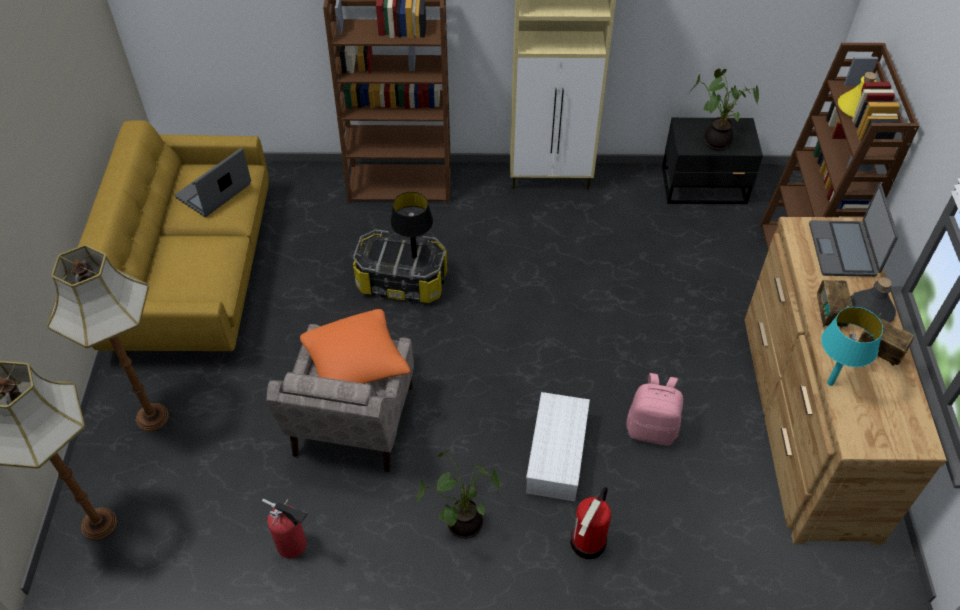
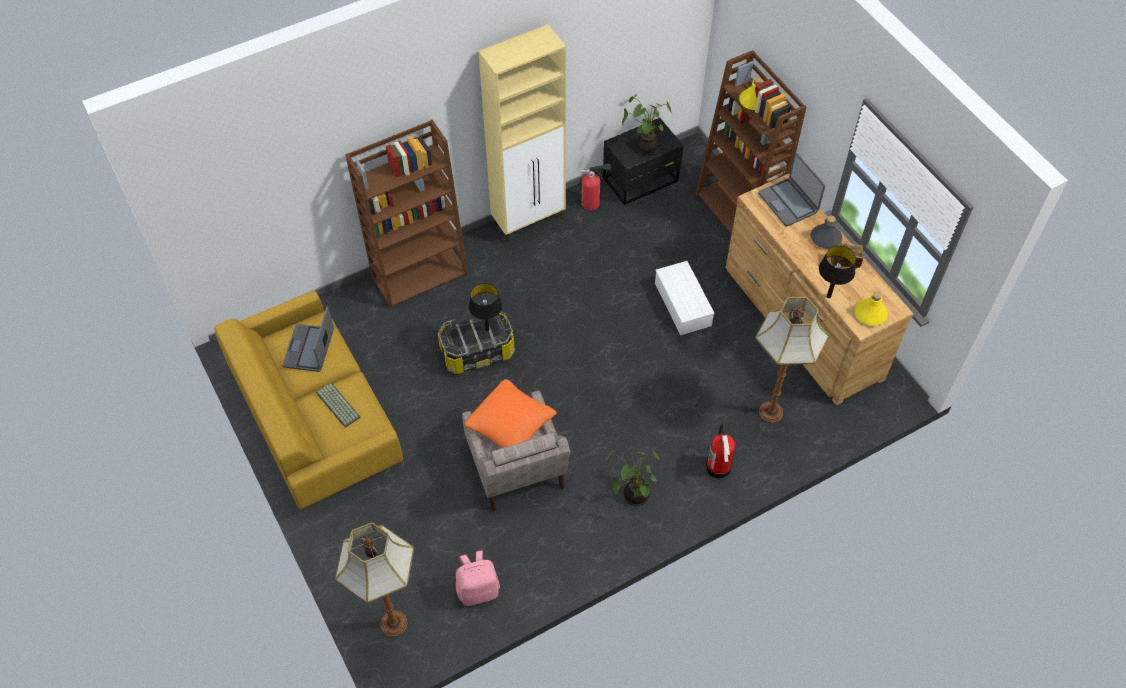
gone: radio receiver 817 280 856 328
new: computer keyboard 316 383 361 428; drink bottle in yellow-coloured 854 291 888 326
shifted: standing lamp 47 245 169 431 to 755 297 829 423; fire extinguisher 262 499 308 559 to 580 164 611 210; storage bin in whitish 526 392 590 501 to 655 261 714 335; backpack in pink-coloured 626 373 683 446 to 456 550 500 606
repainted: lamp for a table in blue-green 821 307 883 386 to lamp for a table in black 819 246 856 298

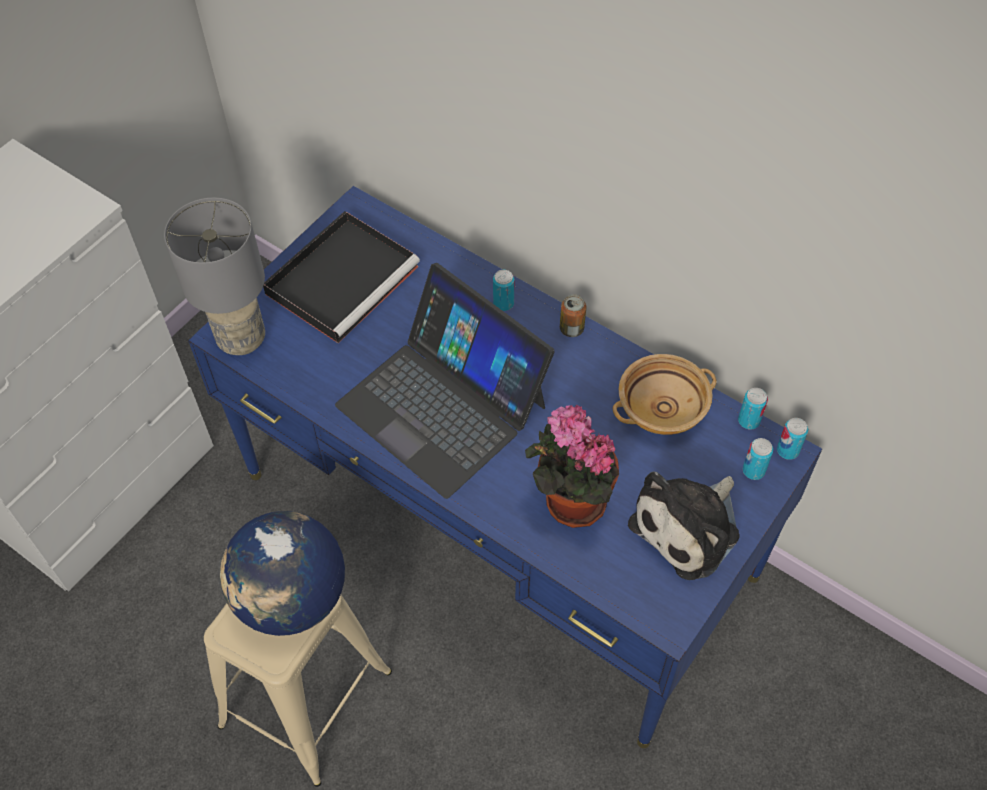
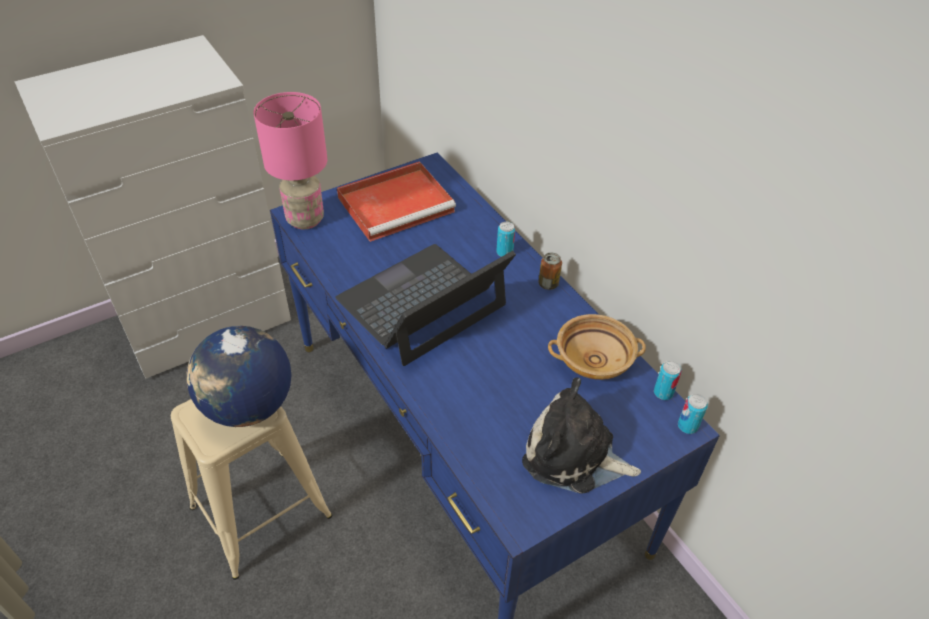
gone: plant in a pot 525 405 619 528; can 743 438 773 480
repainted: lamp for a table in grey 164 197 265 355 to lamp for a table in pink-coloured 253 92 327 229; serving tray in black 263 211 420 343 to serving tray in red 337 161 456 242
rotated: portable computer 335 263 555 499 = 335 244 516 366 75 degrees clockwise; cuddly toy 628 472 740 580 = 522 377 641 494 45 degrees clockwise

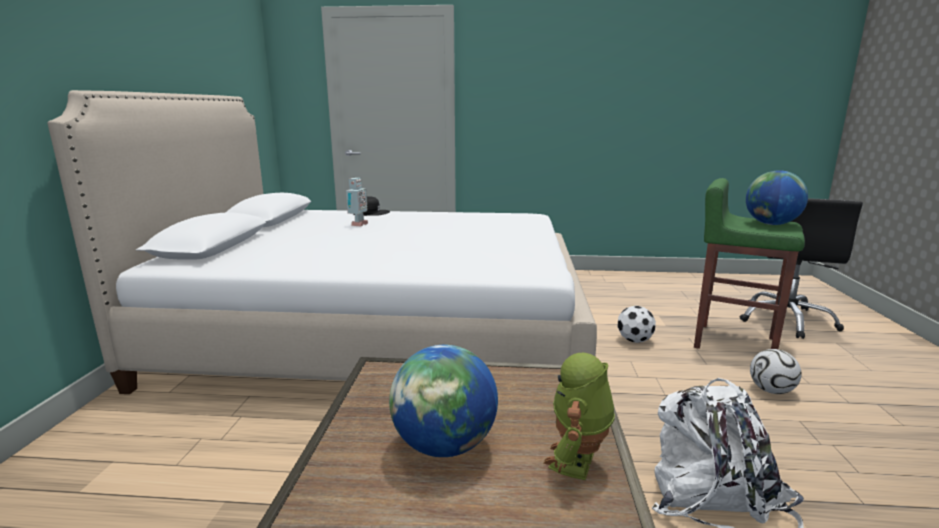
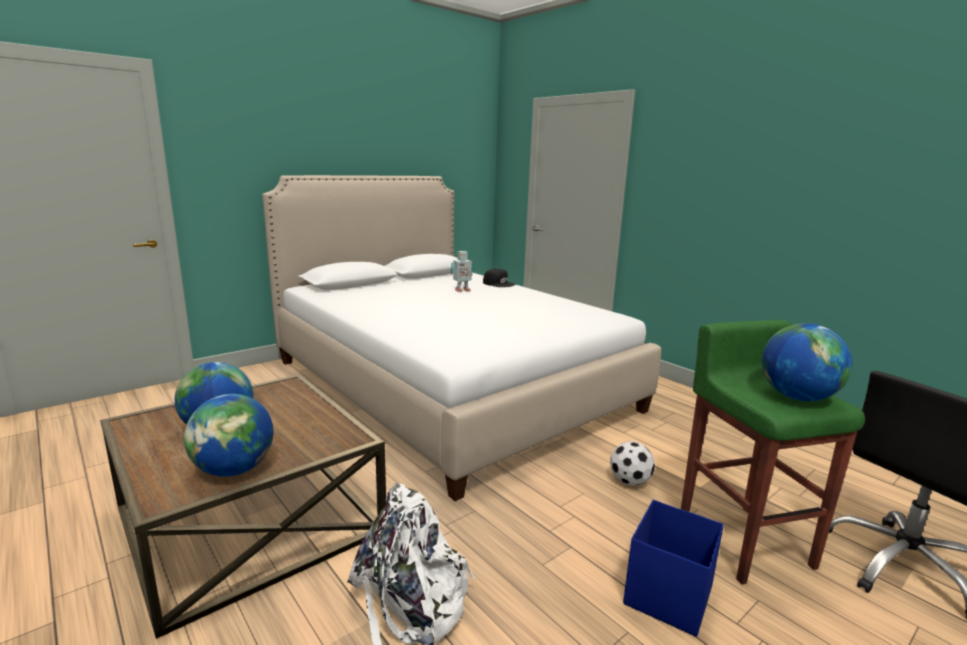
swapped: toy robot 543 353 615 480 to globe 184 394 273 477; football 750 349 802 394 to storage bin in blue 623 500 724 637

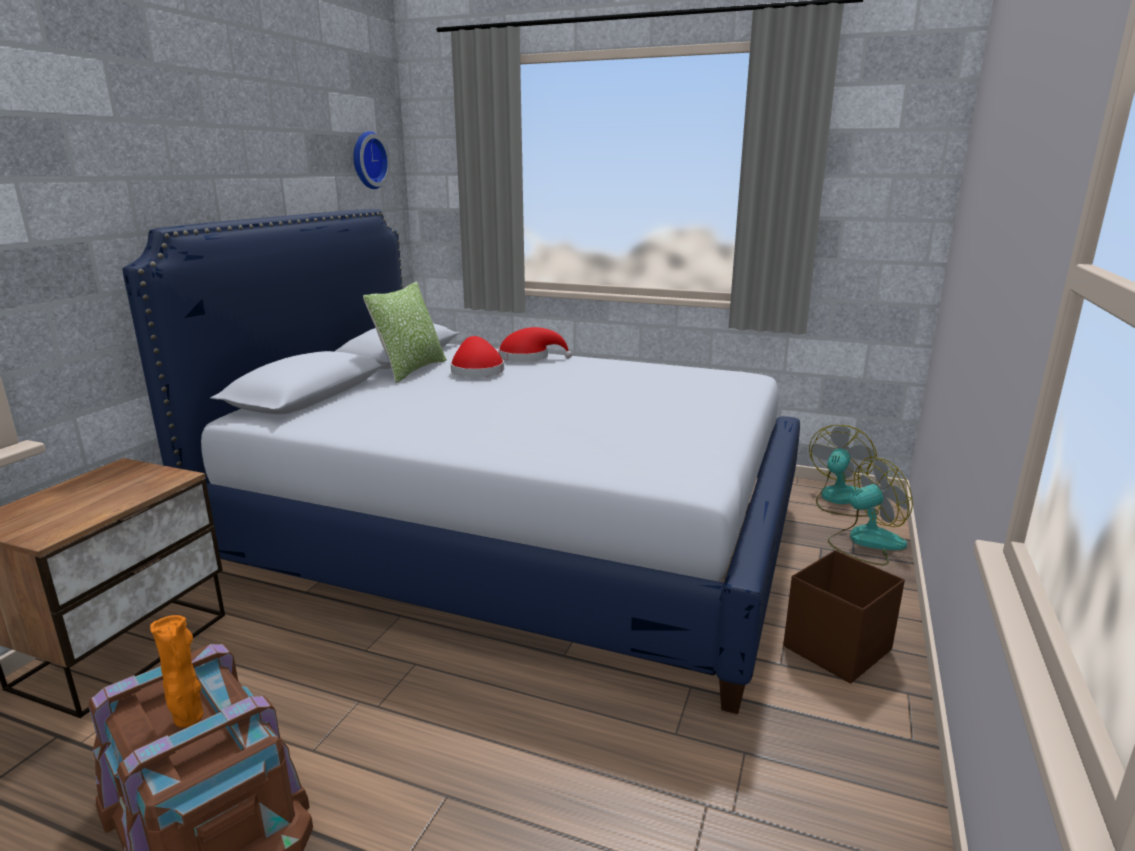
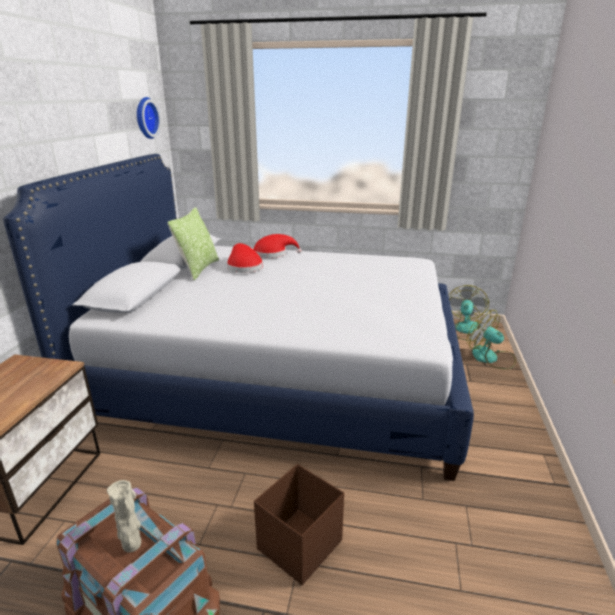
shifted: storage bin in brown-coloured 784 550 905 683 to 254 464 344 585
repainted: flower vase in orangey 150 615 203 728 to flower vase in beige 107 480 141 553
rotated: fan 828 457 913 565 = 467 310 516 370 105 degrees counterclockwise

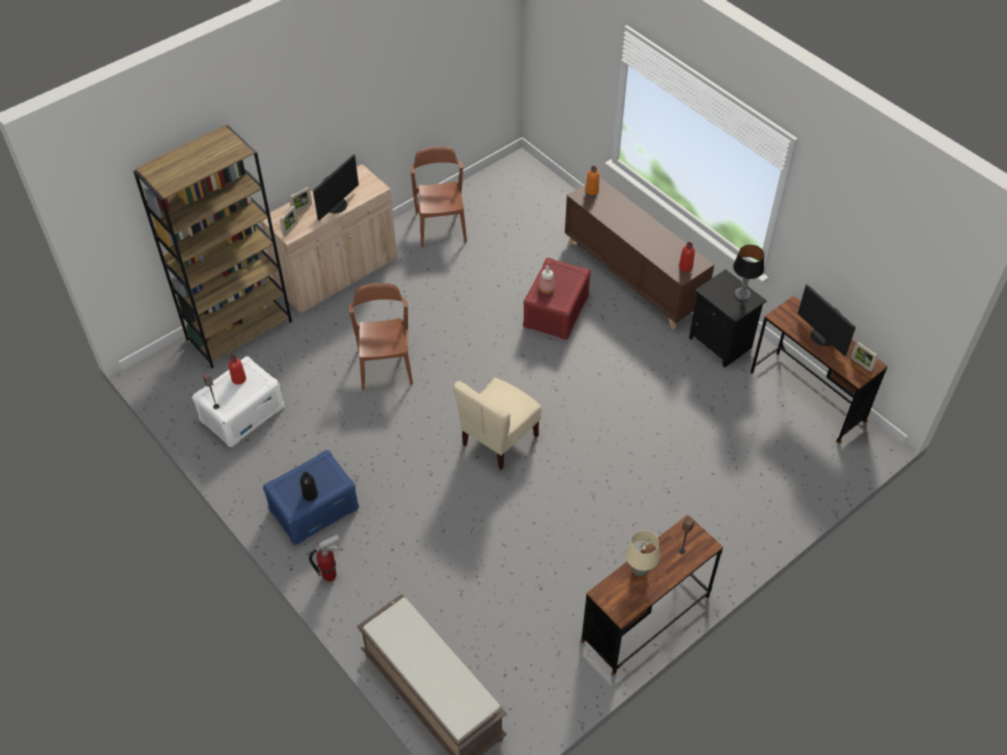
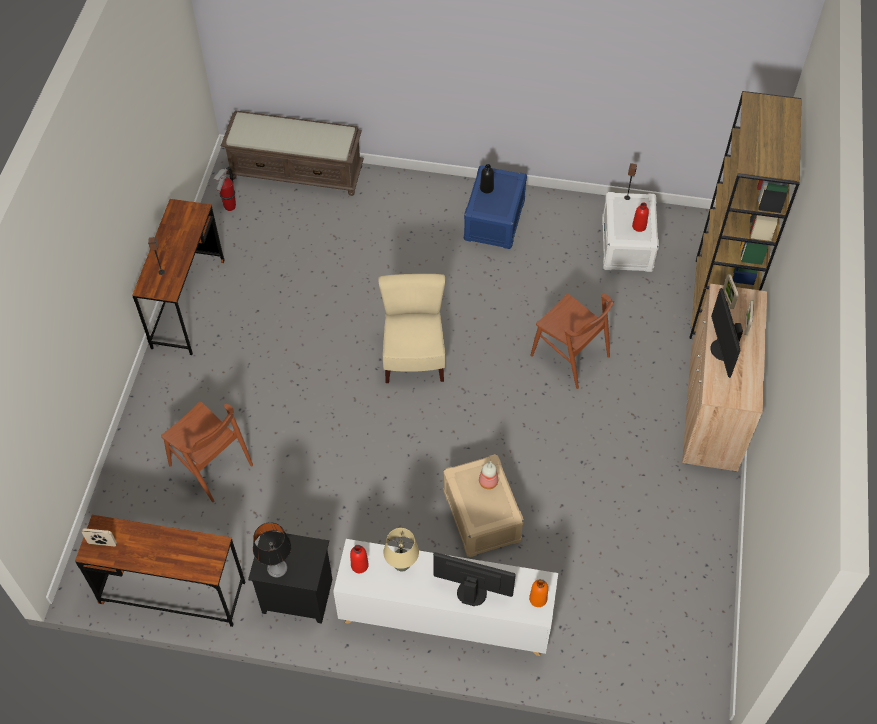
shifted: fire extinguisher 309 534 341 582 to 213 167 236 211; plain chair in brown-coloured 410 147 467 248 to 161 402 253 502; lamp for a table in beige 625 530 660 577 to 384 528 419 572; computer display 798 284 856 356 to 433 552 516 606
repainted: storage bin in red 523 257 591 340 to storage bin in beige 443 454 524 557; cabinet in brown-coloured 565 177 714 330 to cabinet in whitish 333 539 558 656

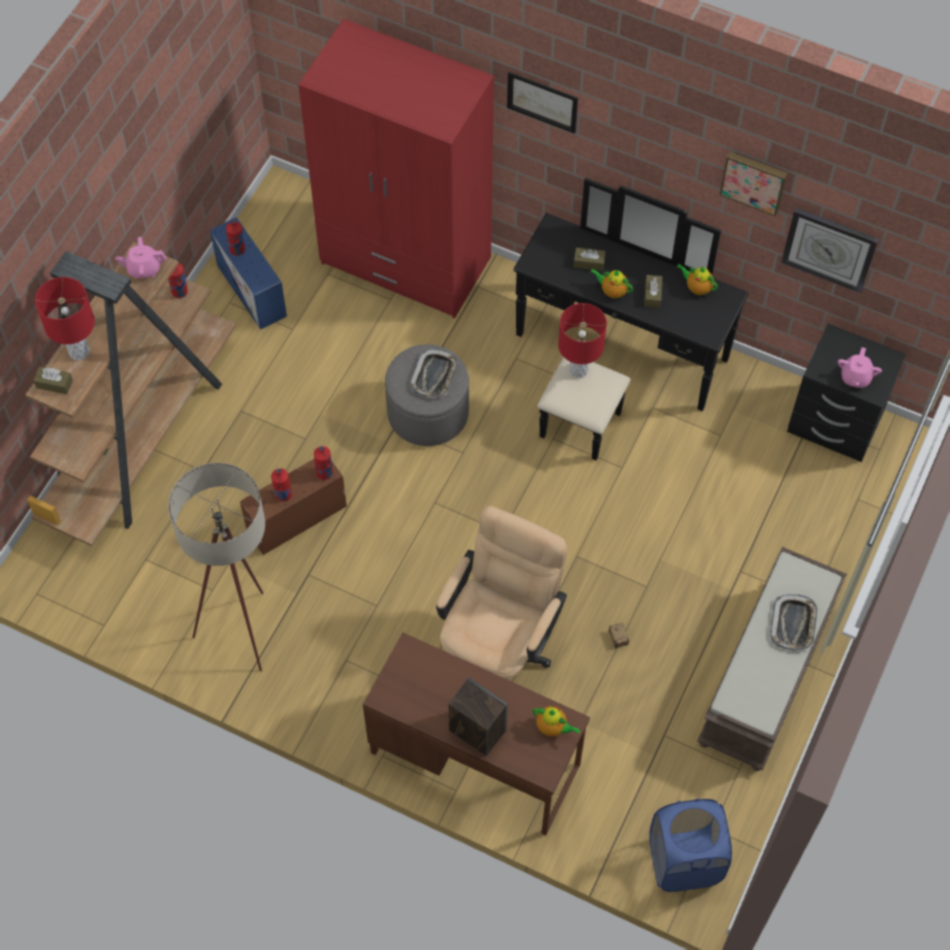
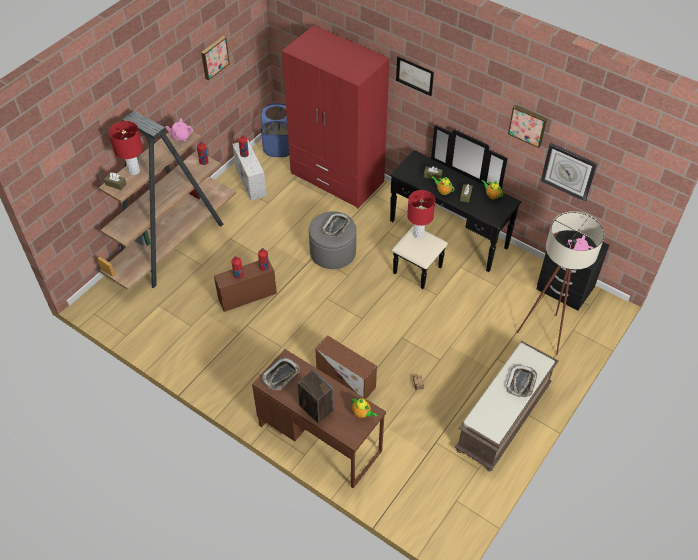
new: picture 201 36 230 81; serving tray 261 357 300 390
shifted: standing lamp in beige 168 463 265 672 to 517 211 605 355; laundry basket in blue 650 799 732 892 to 261 103 289 157
swapped: desk chair in beige 436 506 567 679 to storage bin in brown-coloured 315 335 377 399
repainted: storage bin in blue 210 217 287 329 to storage bin in whitish 232 140 267 201

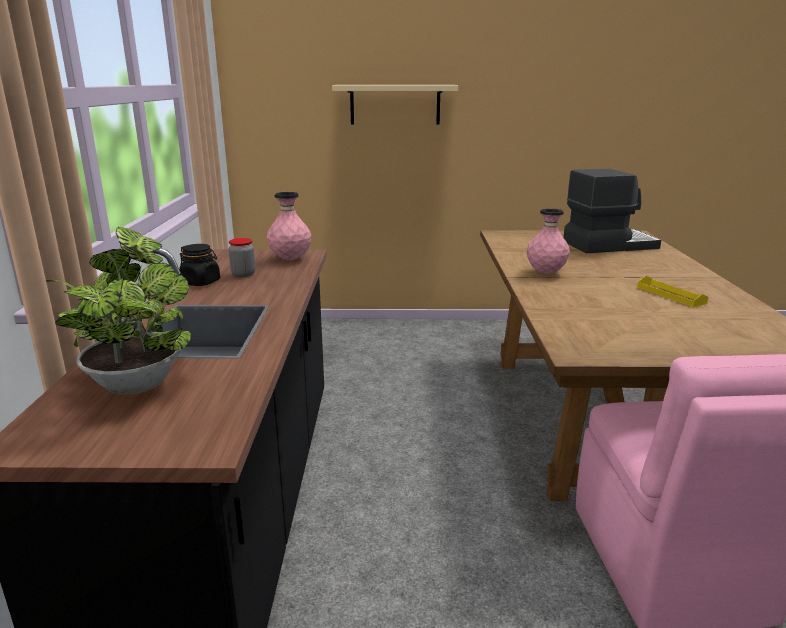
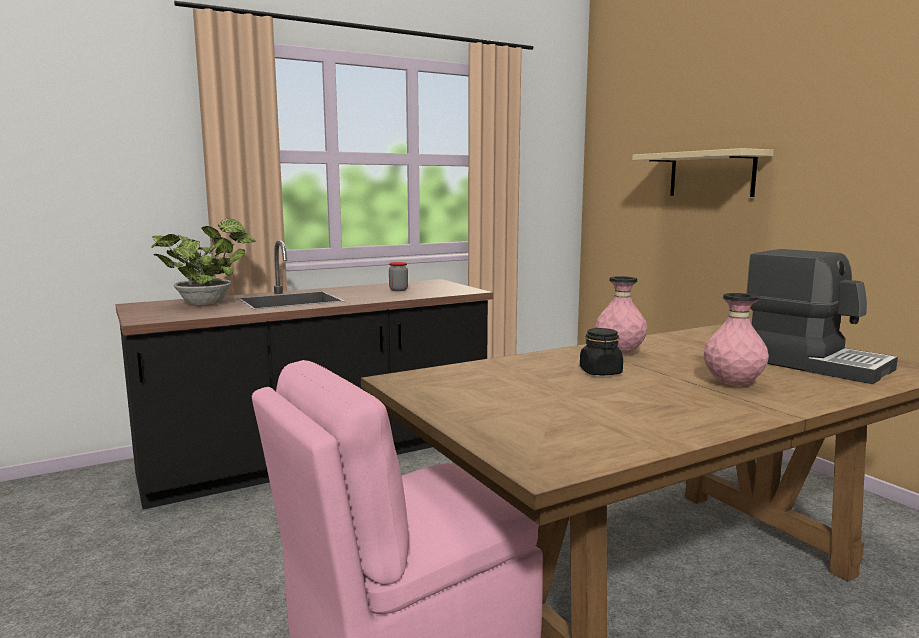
gone: serving tray in yellow-coloured 637 276 708 307
shifted: preserve jar in black 179 244 220 286 to 580 328 623 375; flower vase in pink-coloured 267 192 311 260 to 704 293 769 386

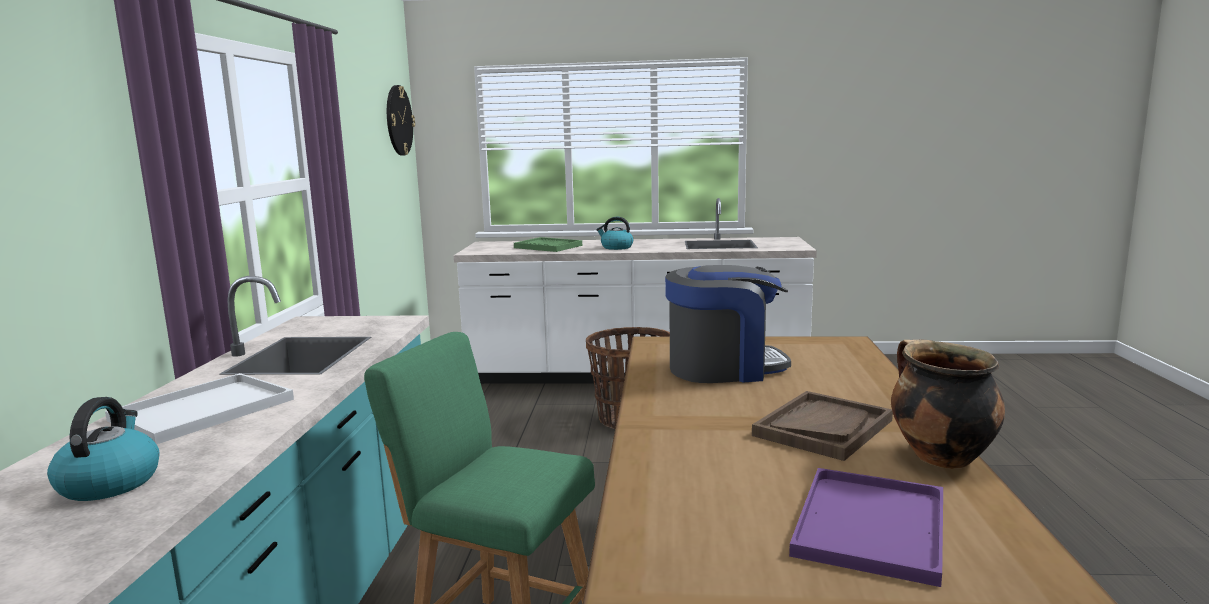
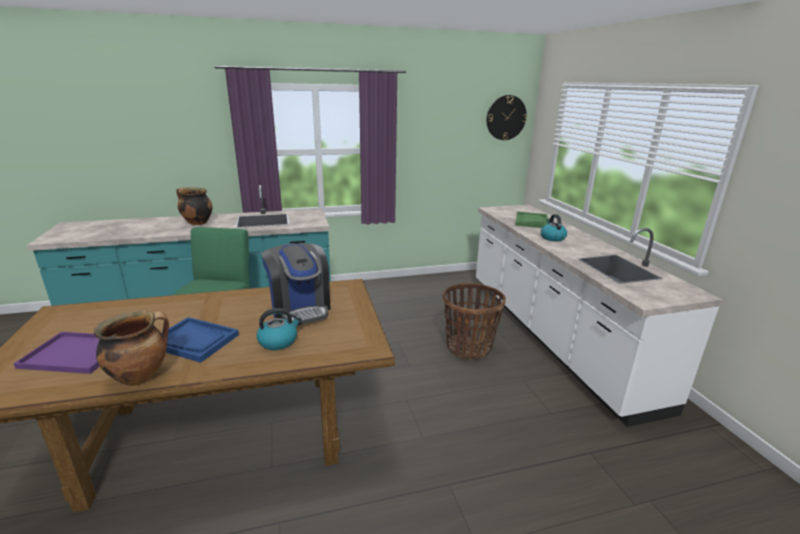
shifted: tea kettle 47 397 160 501 to 257 308 302 350
swapped: serving tray in whitish 105 373 294 444 to saucepot 177 187 213 225
repainted: serving tray in brown-coloured 752 391 893 461 to serving tray in blue 162 317 239 363

